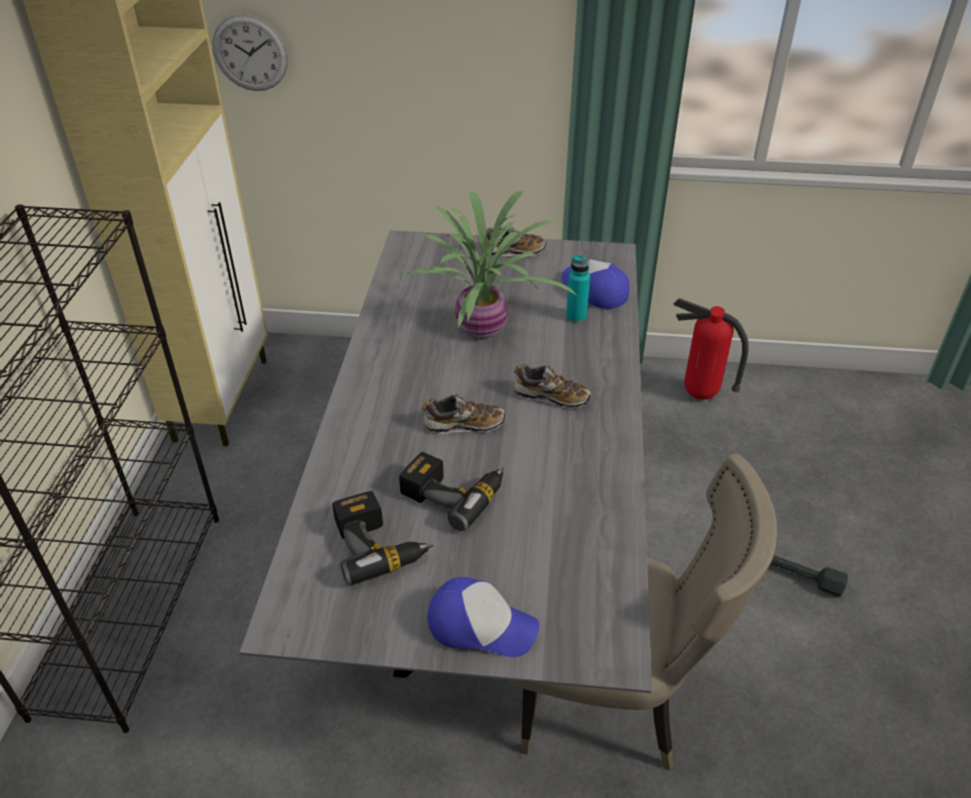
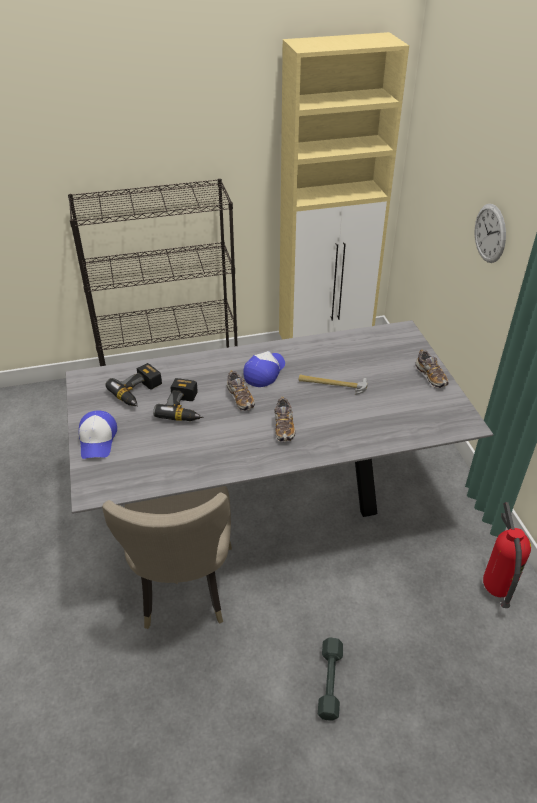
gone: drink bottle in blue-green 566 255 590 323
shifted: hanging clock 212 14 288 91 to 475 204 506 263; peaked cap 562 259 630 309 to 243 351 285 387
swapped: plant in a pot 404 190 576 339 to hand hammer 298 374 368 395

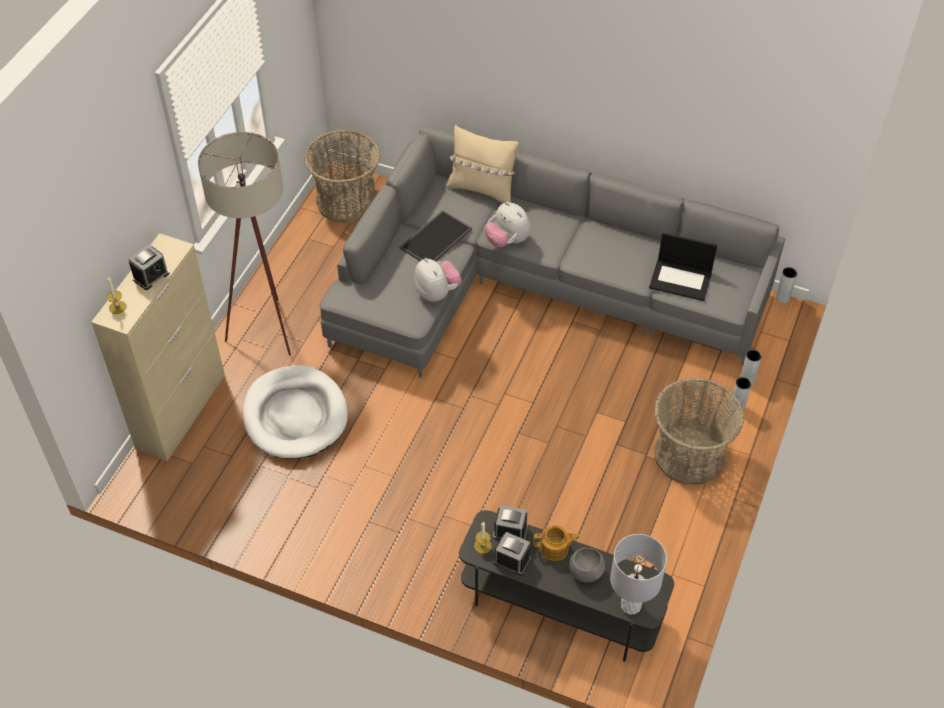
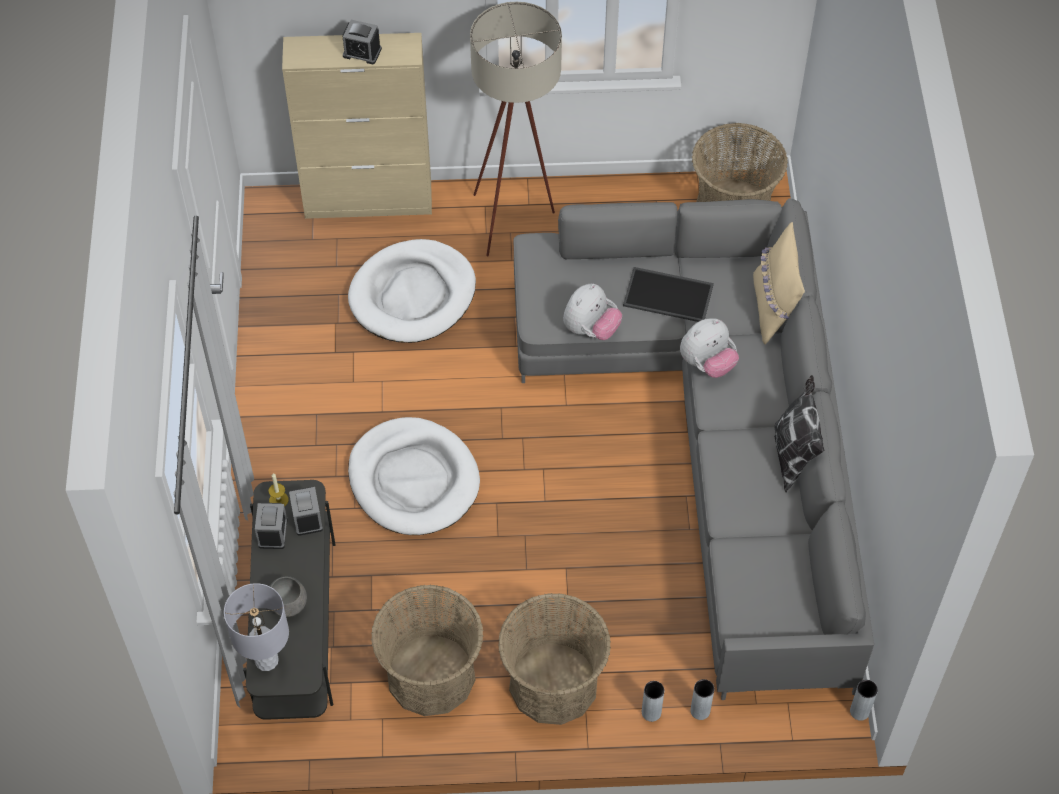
gone: wax light 107 277 127 314; teapot 533 525 580 561; portable computer 649 233 717 301
new: dog bed in whitish 348 417 480 535; storage basket 371 584 483 716; pillow 774 375 824 492
rotated: cuddly toy 484 202 531 248 = 680 318 739 378 150 degrees counterclockwise

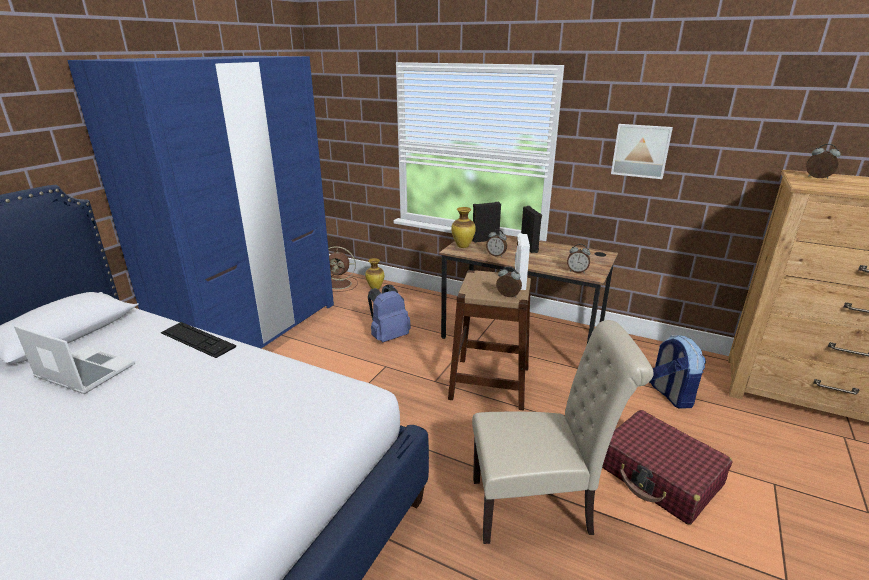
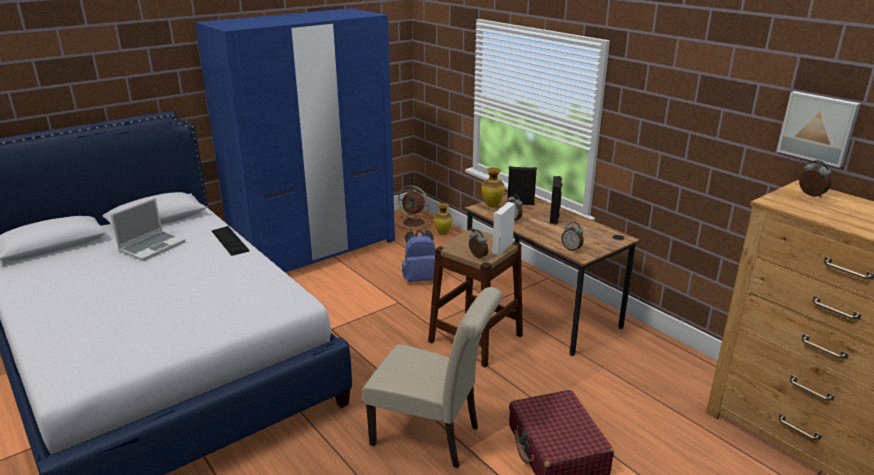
gone: backpack 649 335 706 408
shifted: picture 611 124 673 179 to 777 91 861 168
rotated: portable computer 14 326 135 394 = 111 198 186 261 75 degrees clockwise

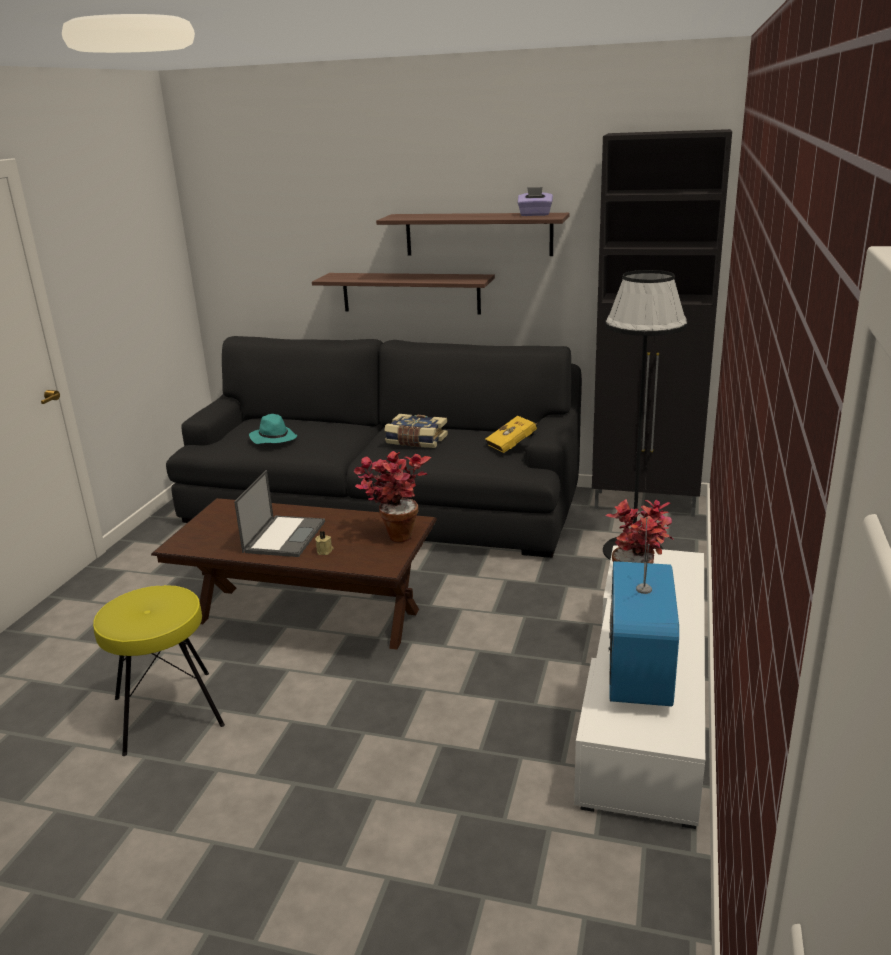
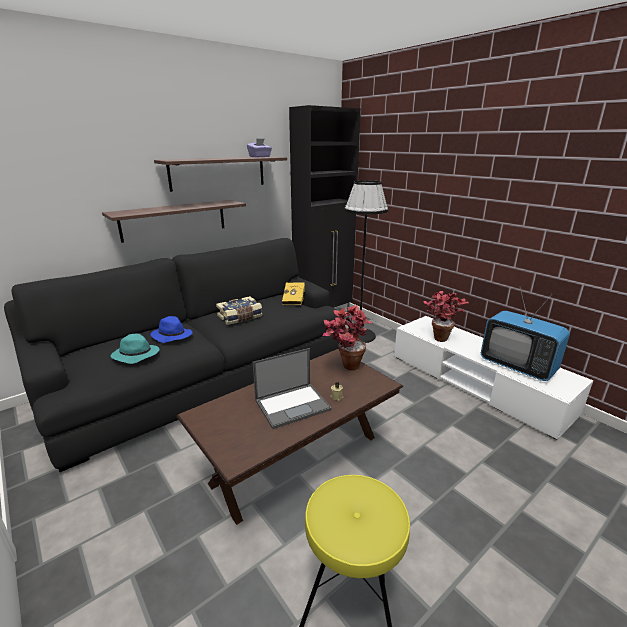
new: clothing hat in blue 150 316 193 343
rotated: portable computer 234 470 325 557 = 253 348 331 429 105 degrees clockwise

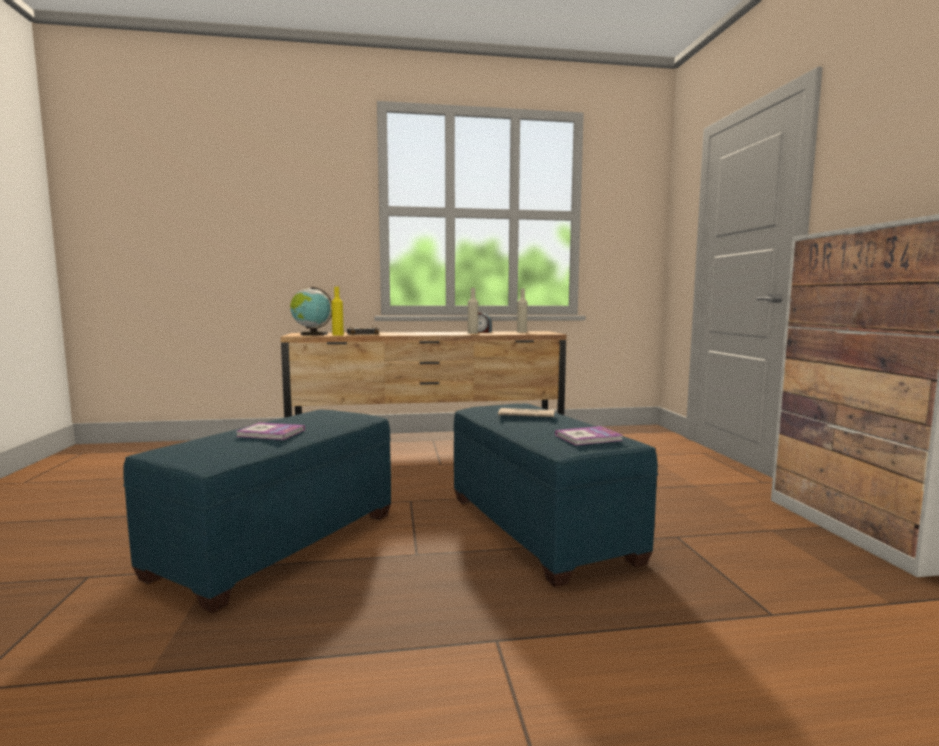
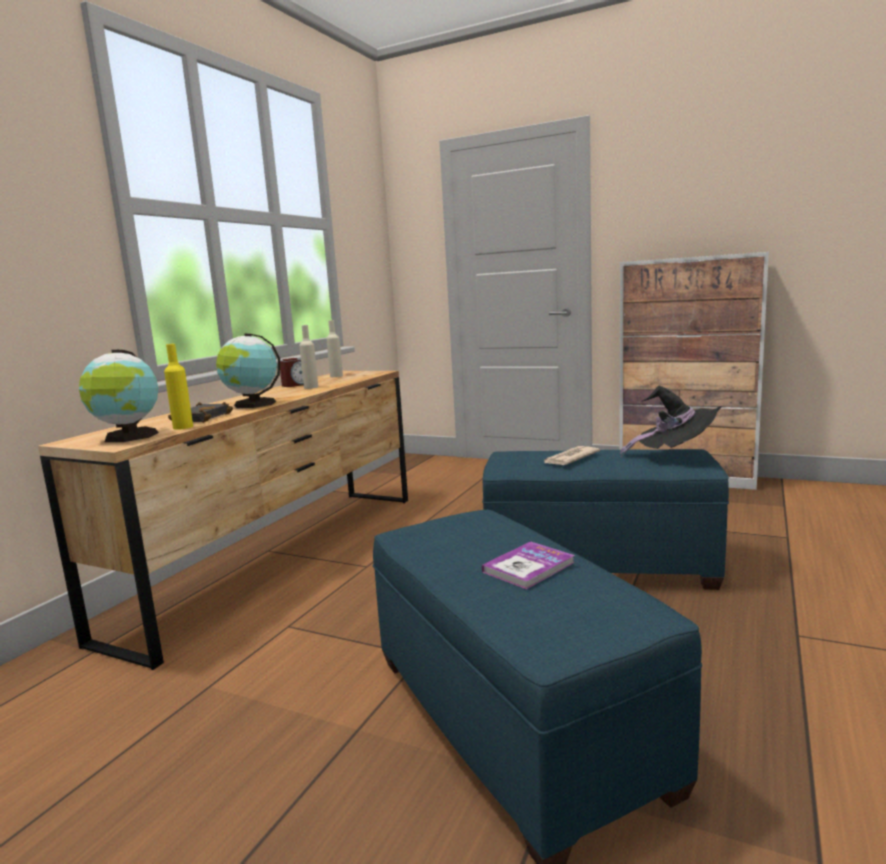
new: globe 216 333 280 408
swapped: book 555 426 623 445 to clothing hat in black 620 386 722 457

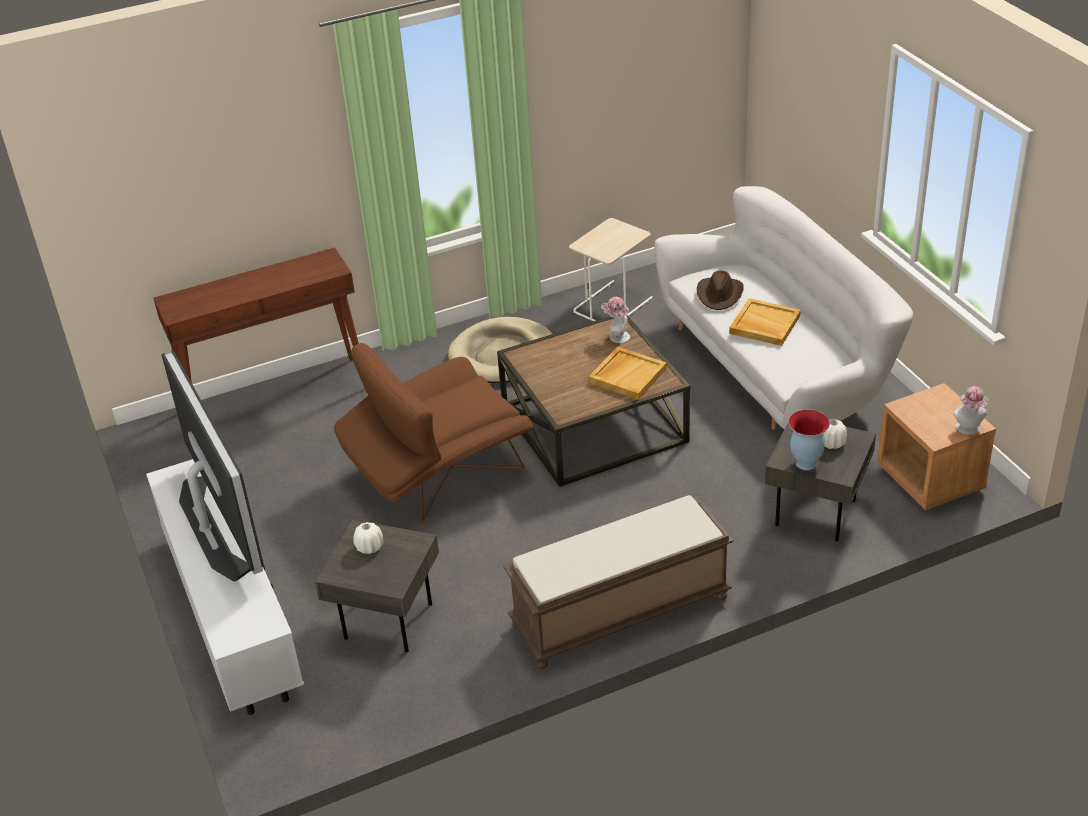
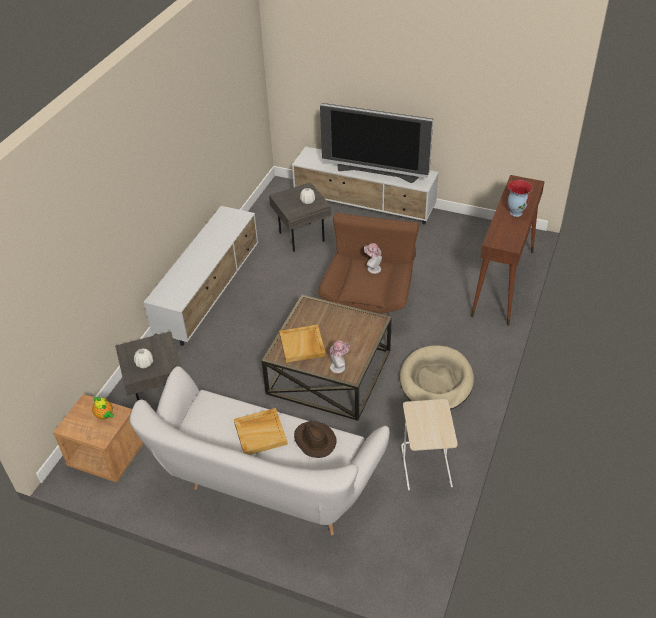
new: teapot 92 397 113 420
shifted: flower vase 788 409 830 470 to 508 180 533 217; clothing hat 953 386 988 435 to 364 243 382 274
swapped: bench in brown-coloured 503 495 734 669 to tv stand in whitish 143 206 258 346

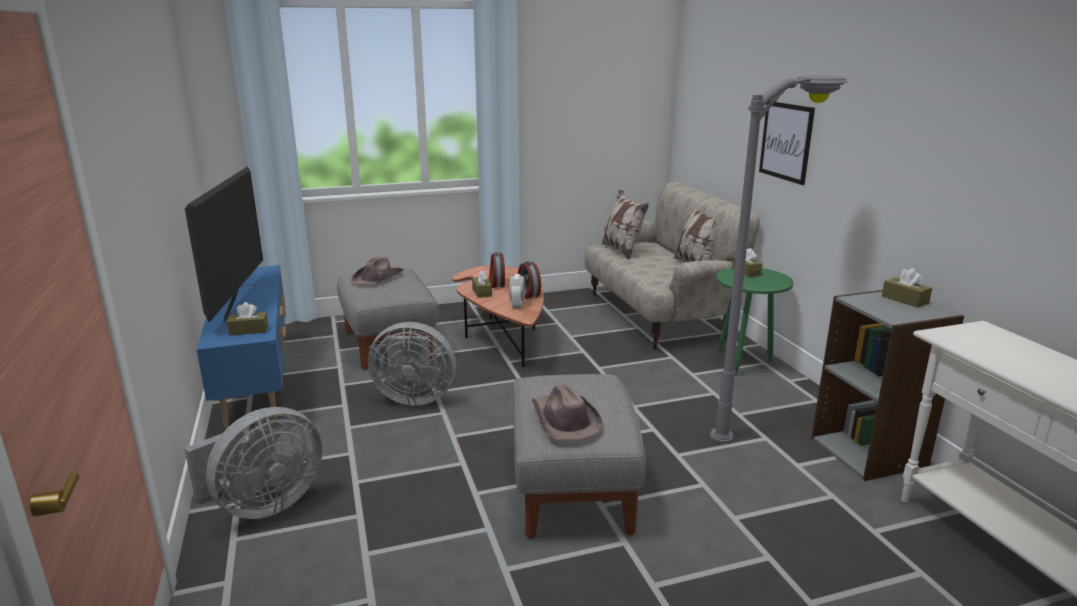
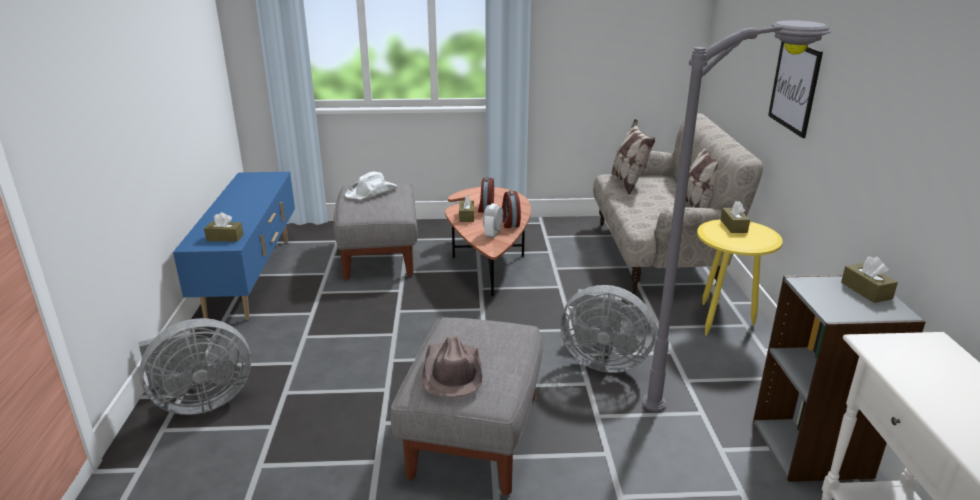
gone: television 185 166 263 322
shifted: fan in grey 368 322 456 406 to 560 285 656 373
repainted: clothing hat in brown-coloured 351 256 404 284 to clothing hat in whitish 345 172 398 199; accent table in green-coloured 716 268 794 376 to accent table in yellow-coloured 697 219 783 336

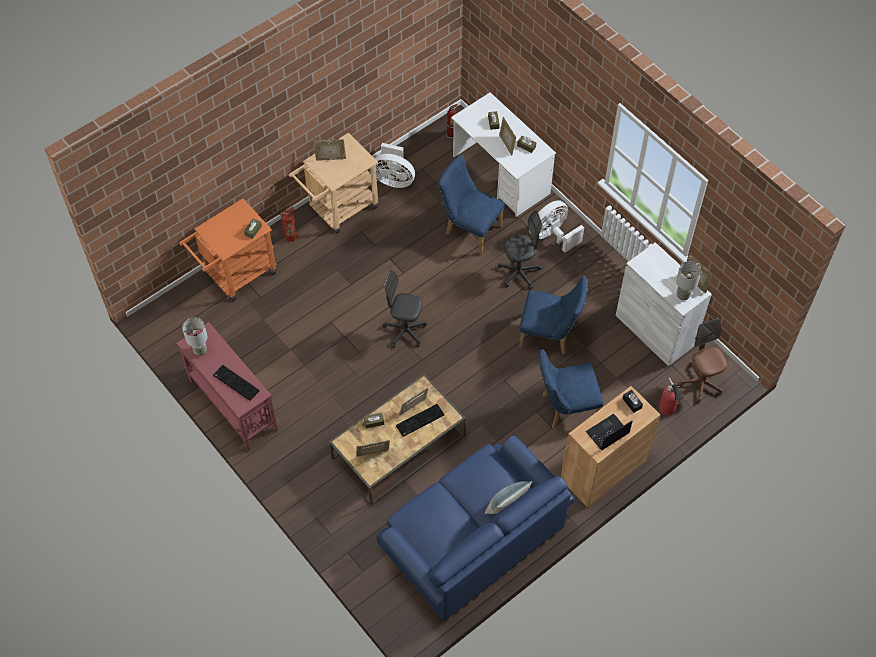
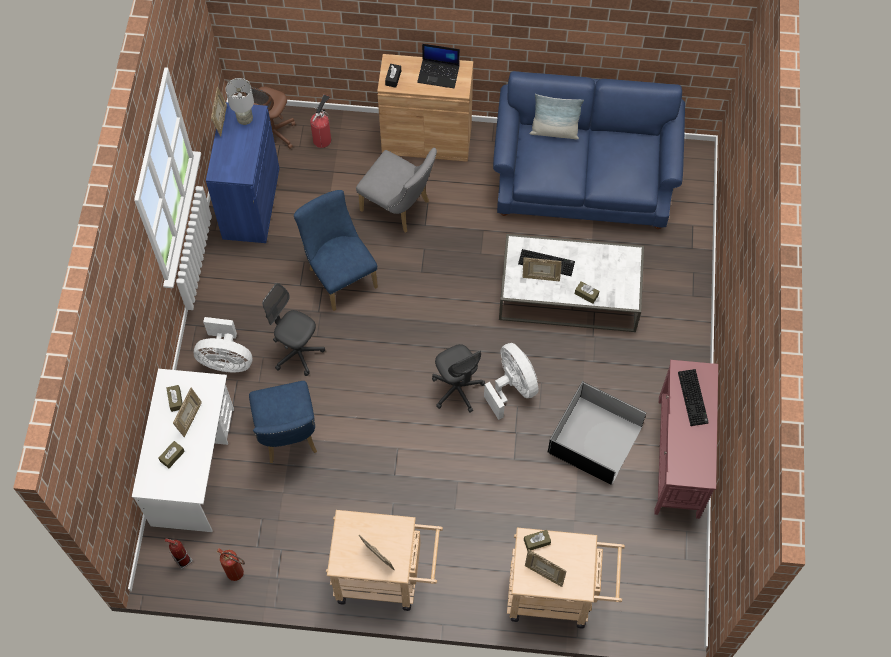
gone: lamp for a table in grey 182 318 208 356
new: storage bin in black 548 381 646 484
shifted: fire extinguisher 271 206 297 242 to 217 548 245 581; photo frame 356 440 390 457 to 525 549 567 587; fan in whitish 375 143 415 188 to 484 343 538 420
repainted: wheeled cart in orangey 180 198 277 301 to wheeled cart in beige 507 528 625 628; low table in brown-coloured 329 374 466 505 to low table in whitish 499 234 644 332; plain chair in blue 539 349 604 429 to plain chair in grey 356 148 437 233; cabinet in whitish 616 242 712 366 to cabinet in blue 206 102 280 243

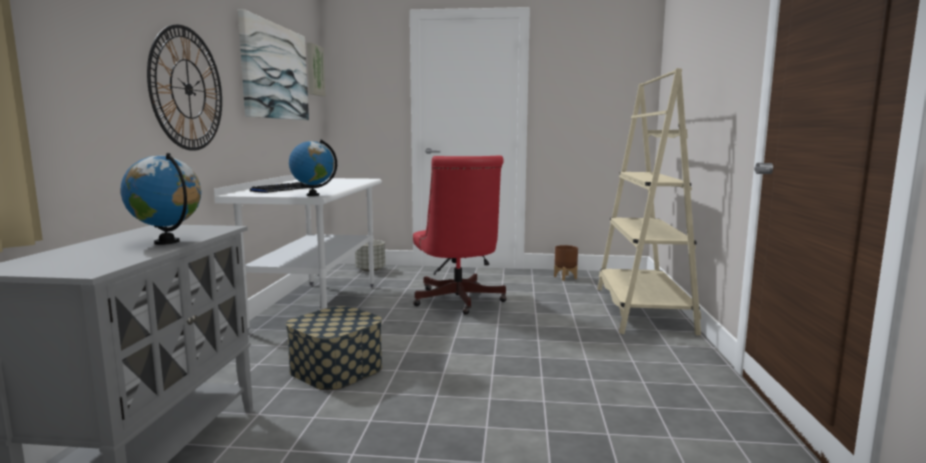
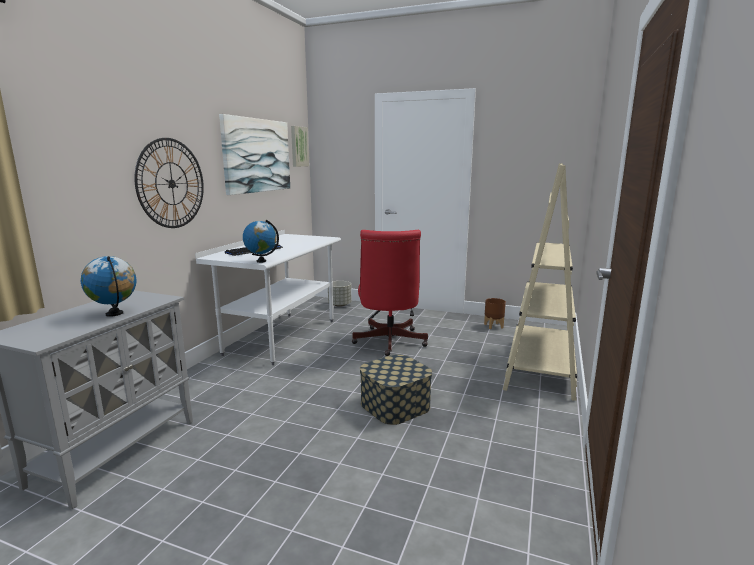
shifted: storage bin 286 306 382 390 to 360 355 432 425

